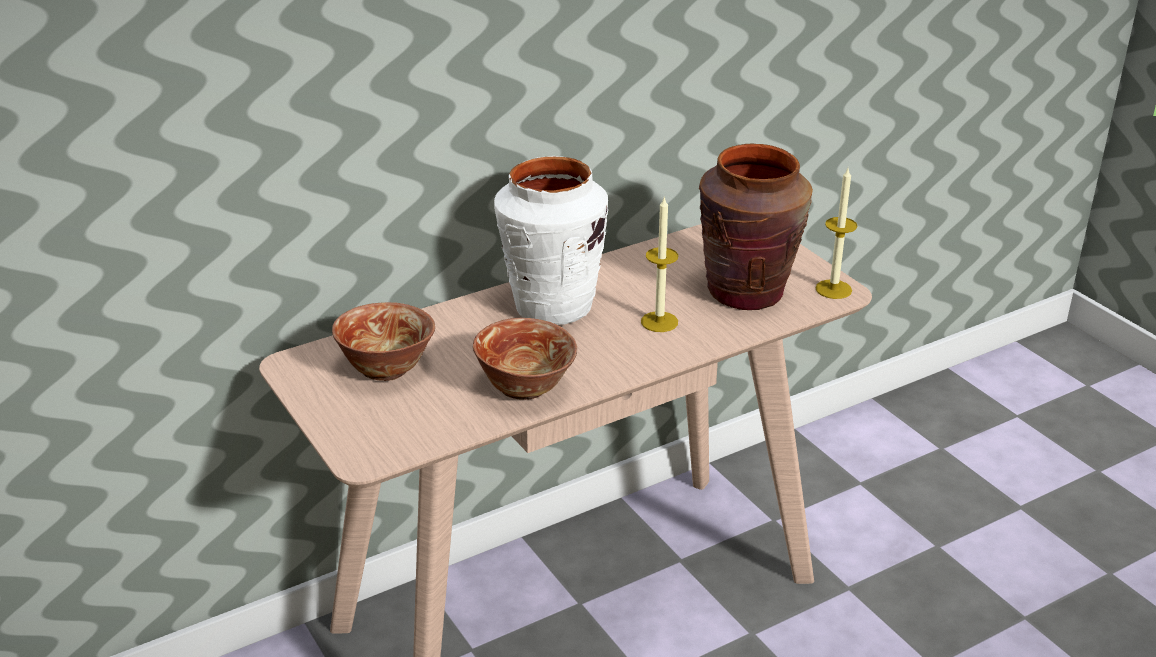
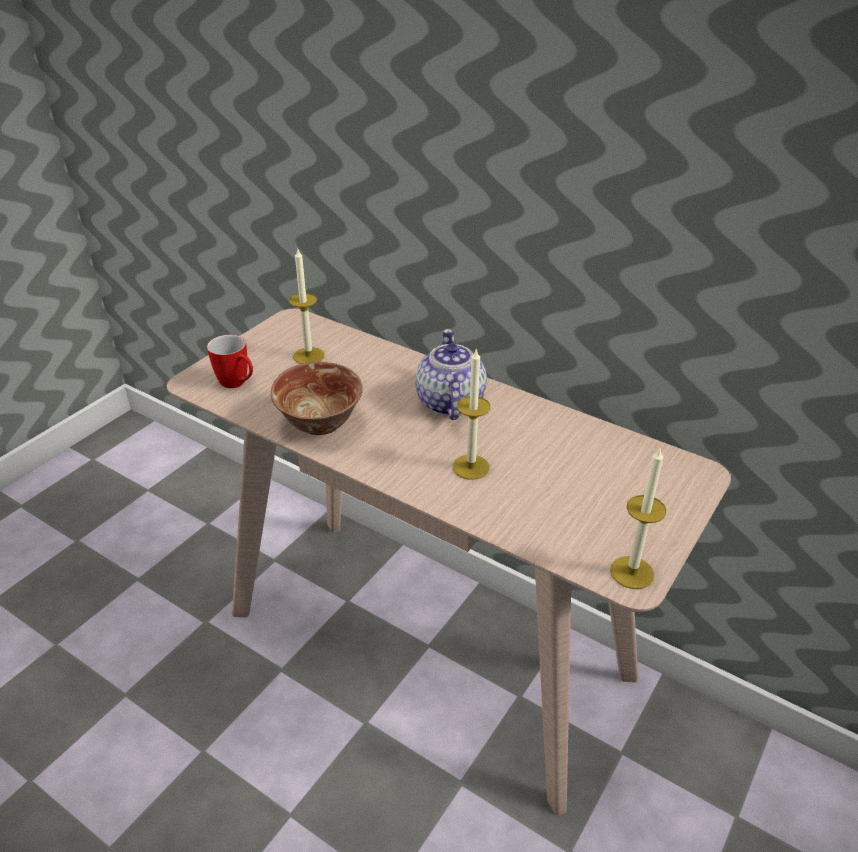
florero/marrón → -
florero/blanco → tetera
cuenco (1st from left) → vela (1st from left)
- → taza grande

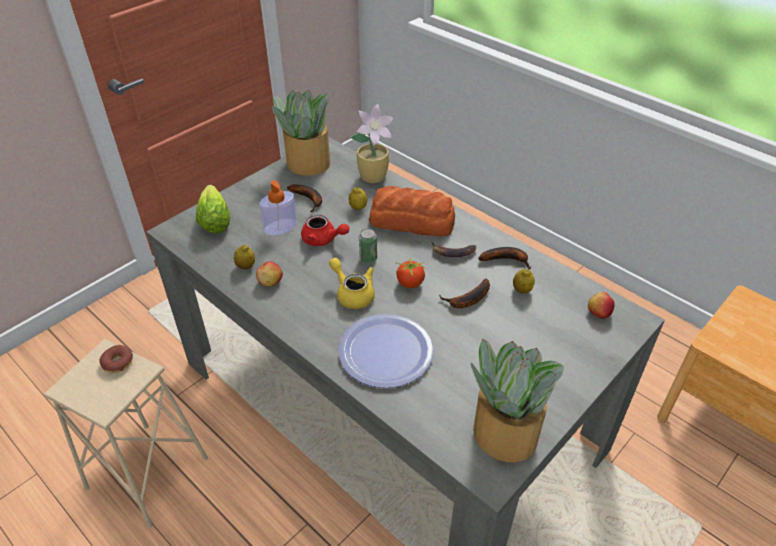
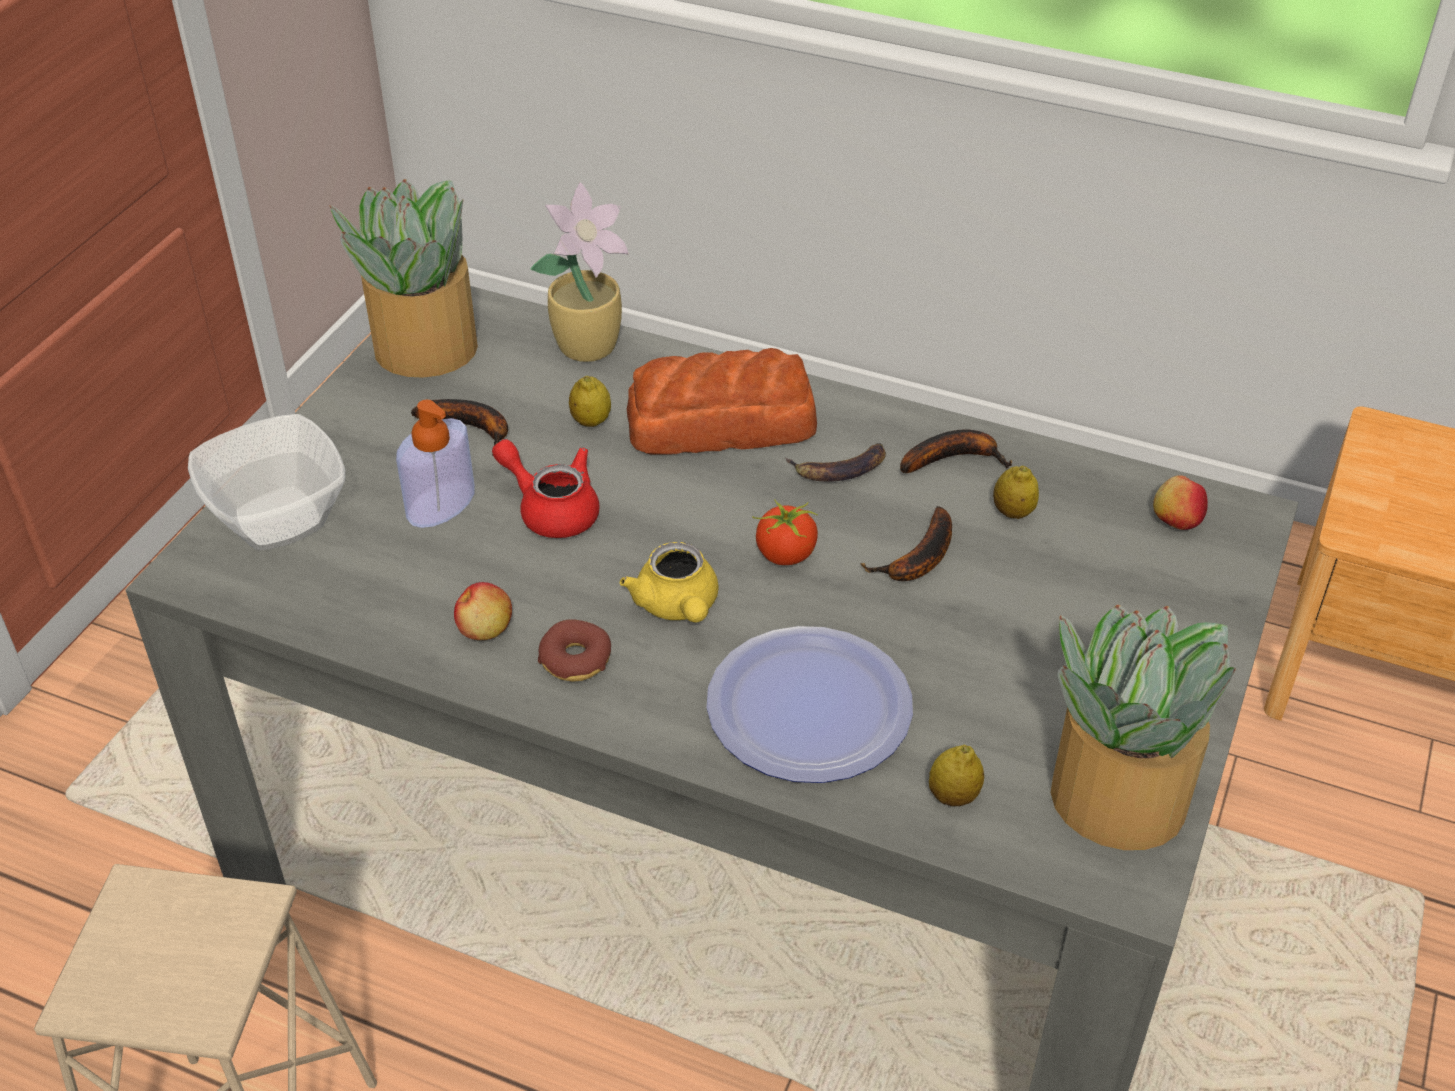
lechuga → cuenco
tetera/rojo, 150 degrees counterclockwise
lata → -
limón (1st from left in the first image) → limón (2nd from left), moved
tetera/amarillo, 135 degrees counterclockwise
rosquilla, moved

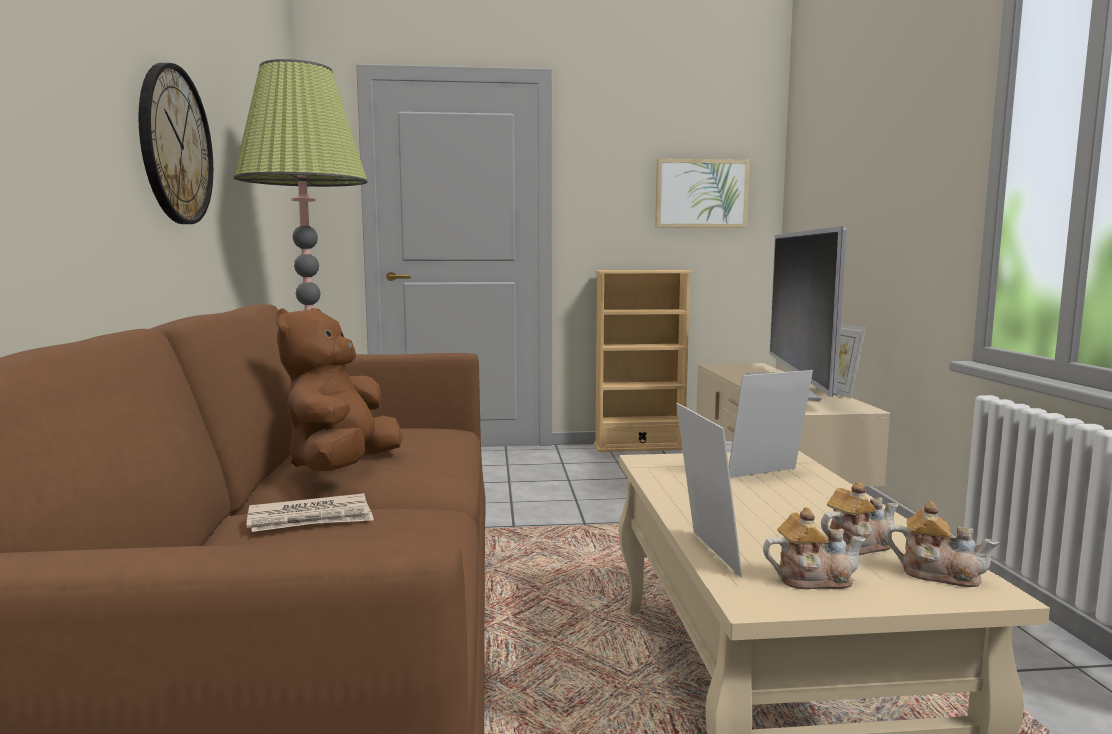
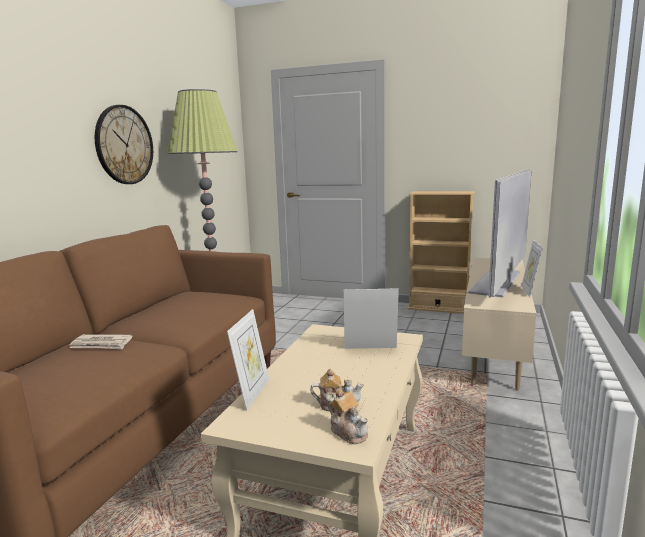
cuadro → -
peluche/marrón → -
tetera (1st from left) → -

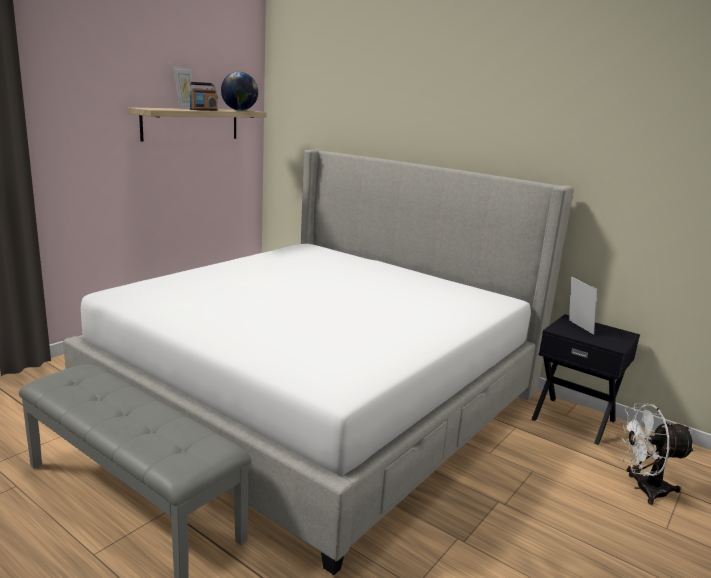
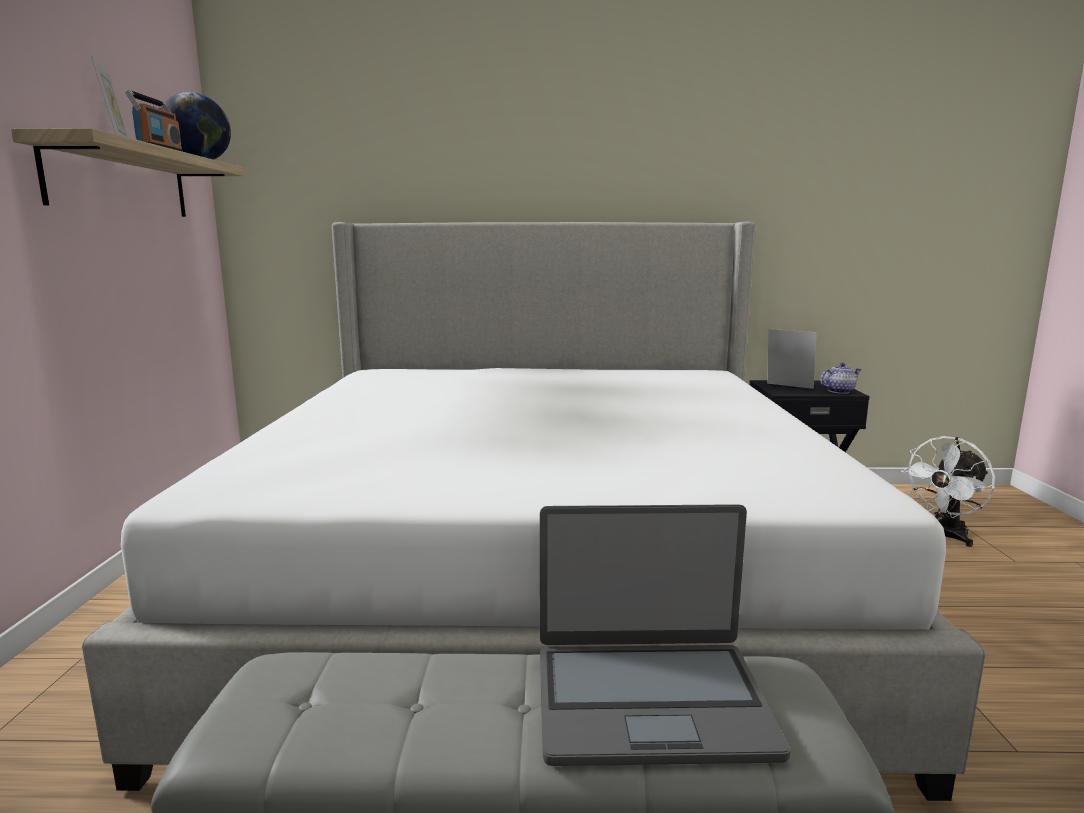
- → tetera
- → portátil

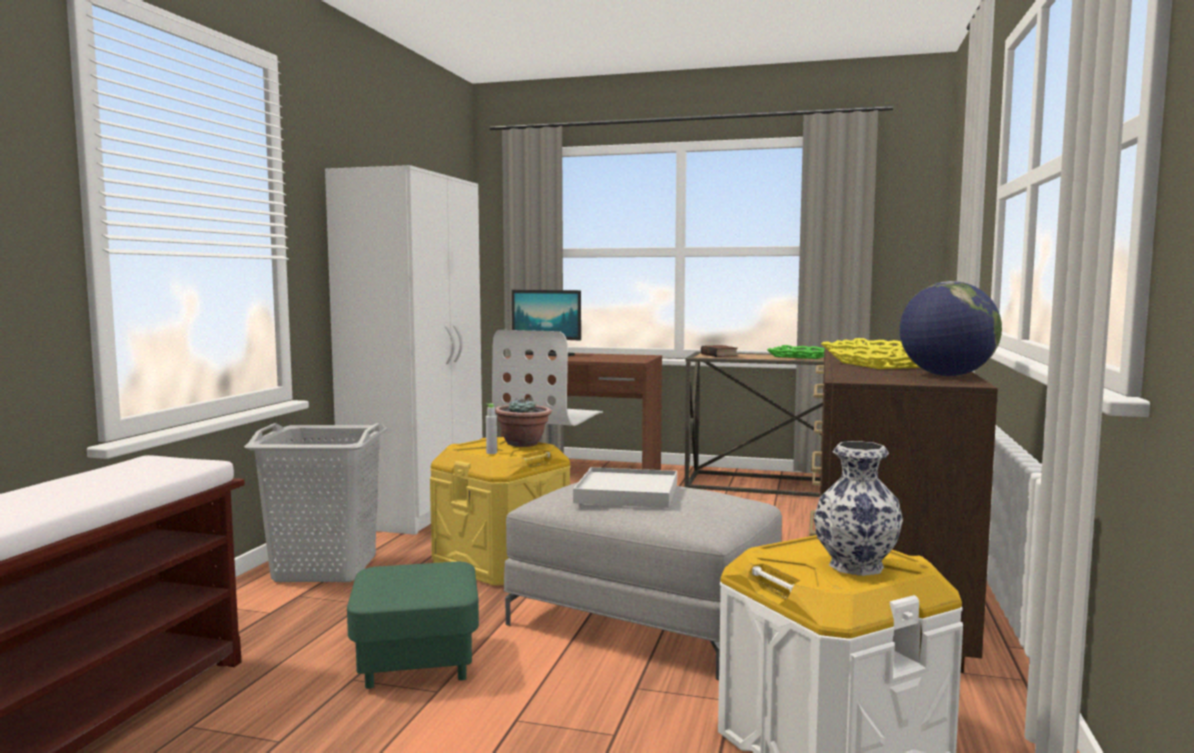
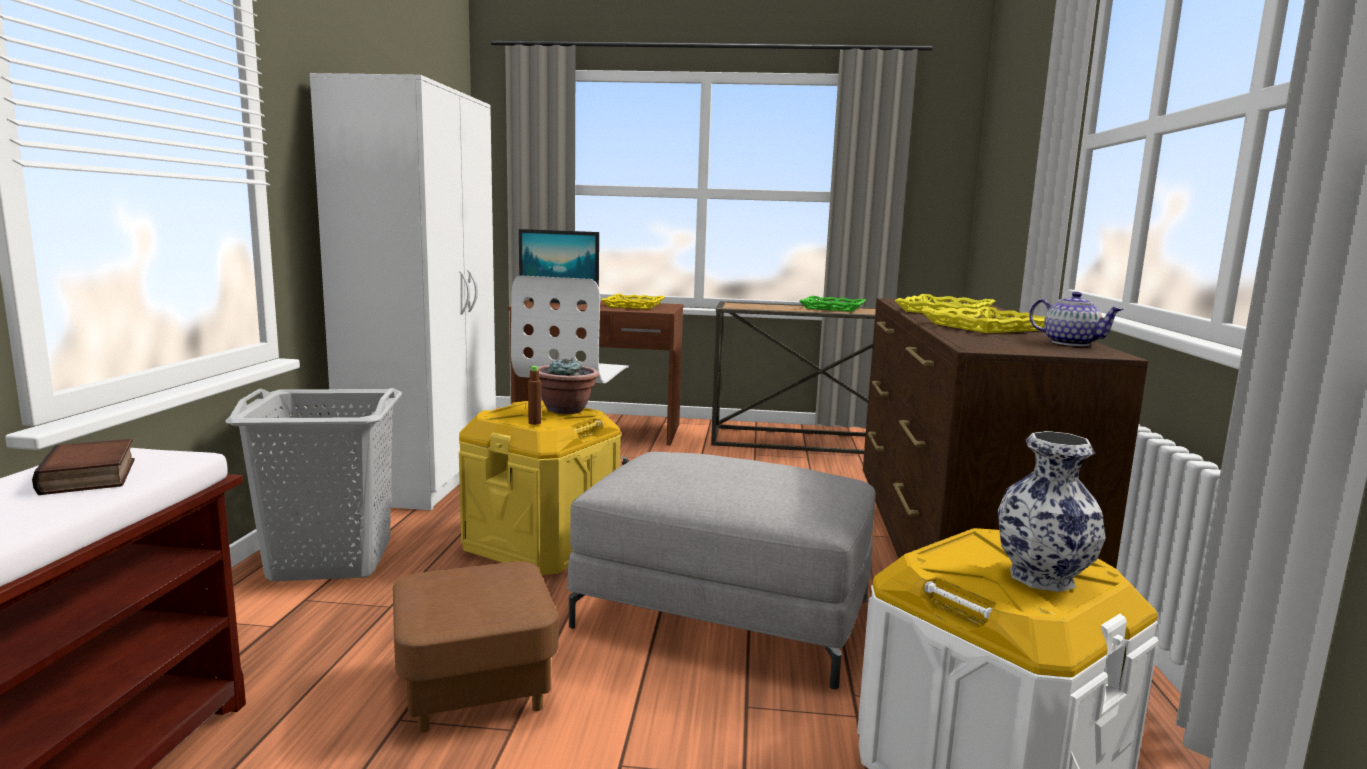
globo terráqueo → tetera
libro, moved
botella/gris → botella/marrón
bandeja/blanco → -
puf/verde → puf/marrón
- → bandeja/amarillo (1st from left)

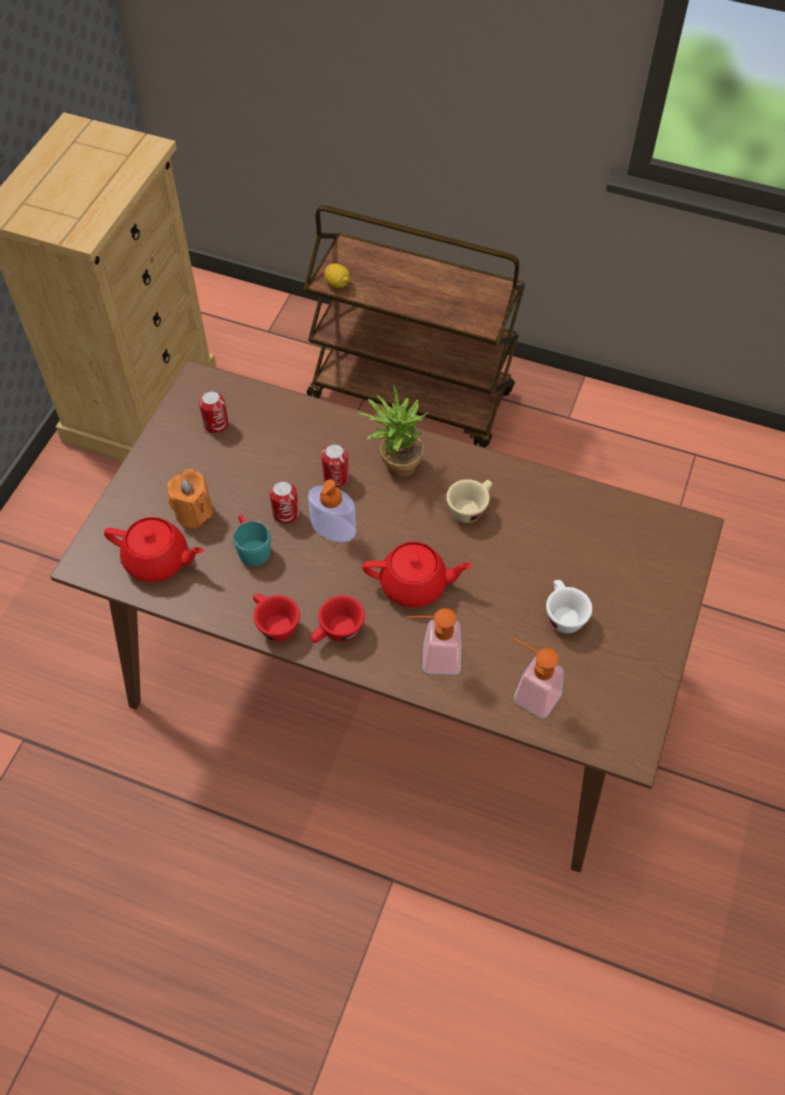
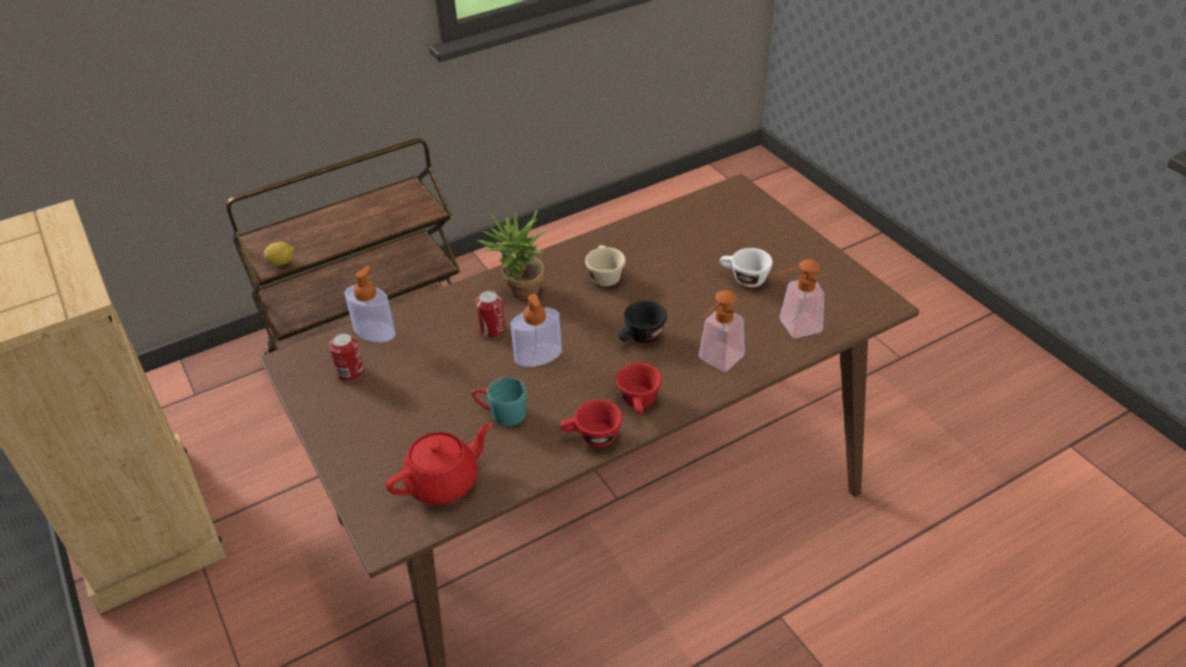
vela/naranja → -
lata (2nd from left) → -
tetera/rojo (2nd from left) → taza/negro
- → dispensador de jabón (1st from left)

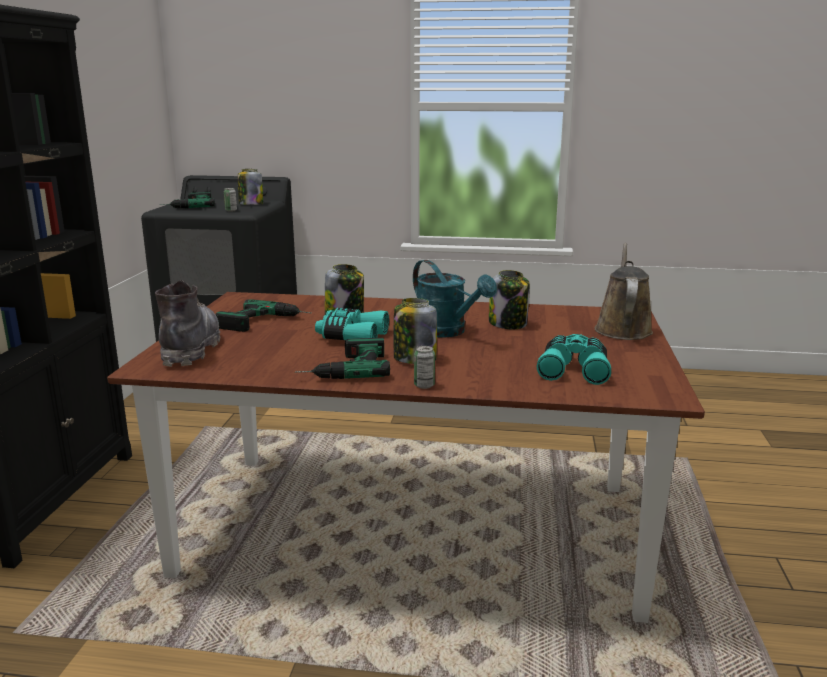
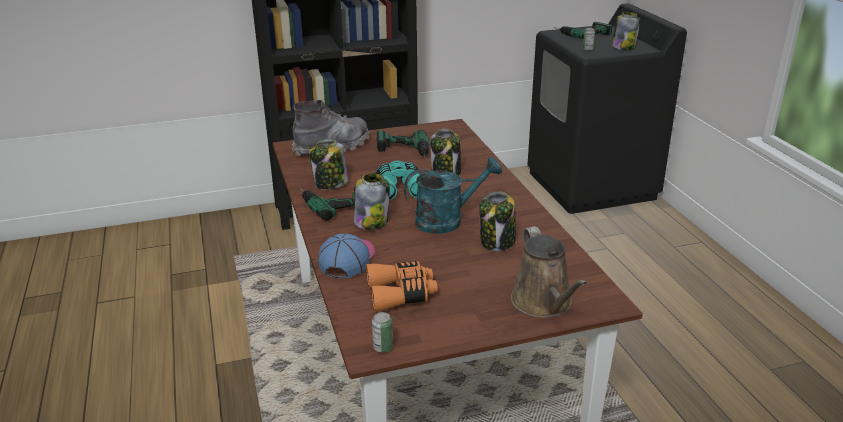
regadera/marrón, 90 degrees clockwise
regadera/turquesa, 135 degrees counterclockwise
prismáticos/turquesa (2nd from left) → prismáticos/naranja
lata (2nd from left in the first image) → lata (1st from left), moved
- → tarro (1st from left)
- → gorra

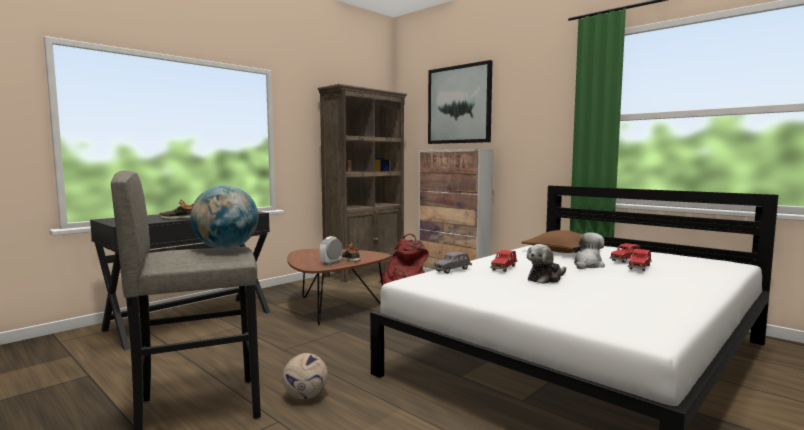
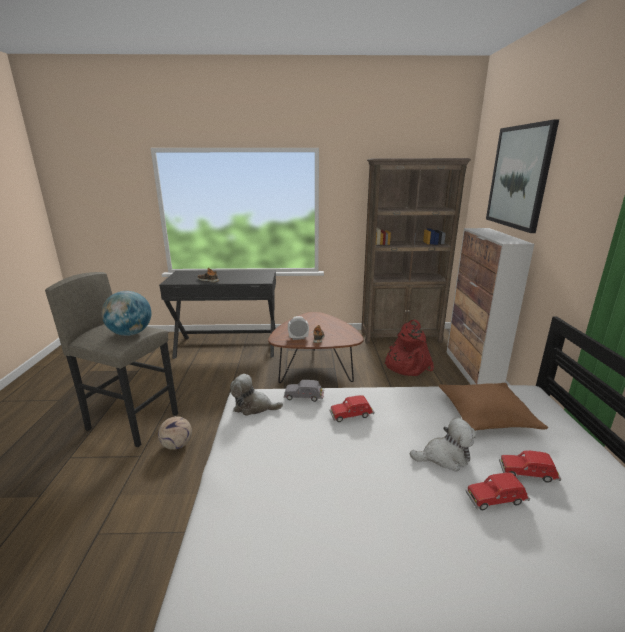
peluche (1st from left), moved

